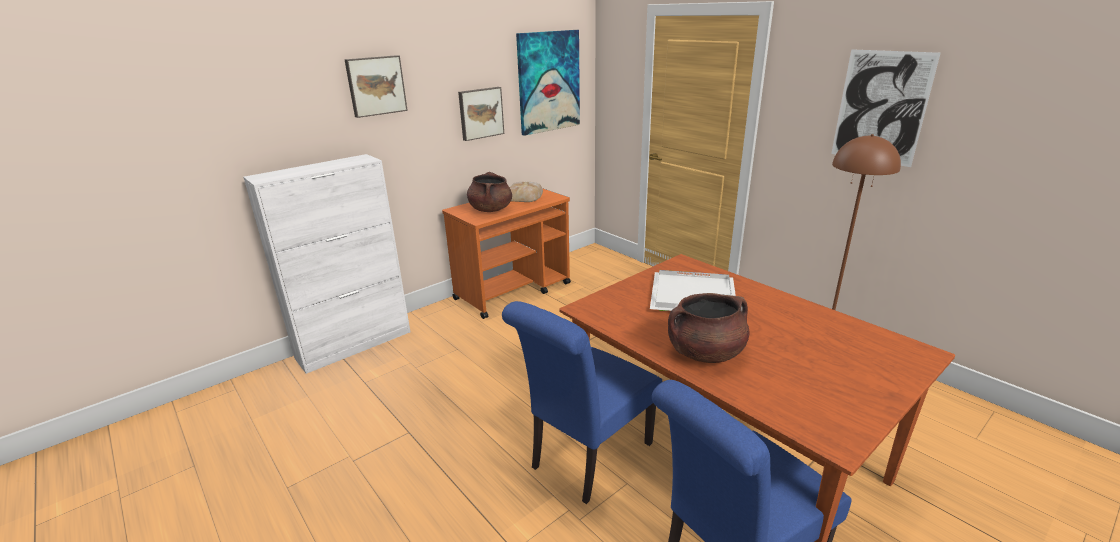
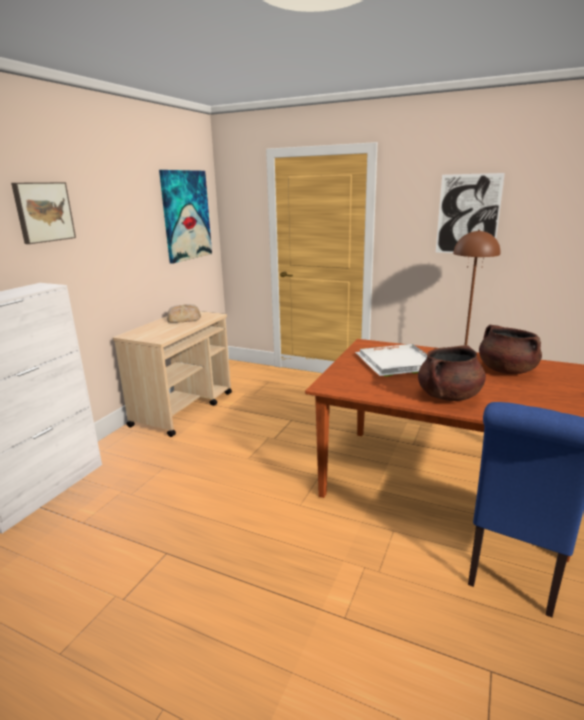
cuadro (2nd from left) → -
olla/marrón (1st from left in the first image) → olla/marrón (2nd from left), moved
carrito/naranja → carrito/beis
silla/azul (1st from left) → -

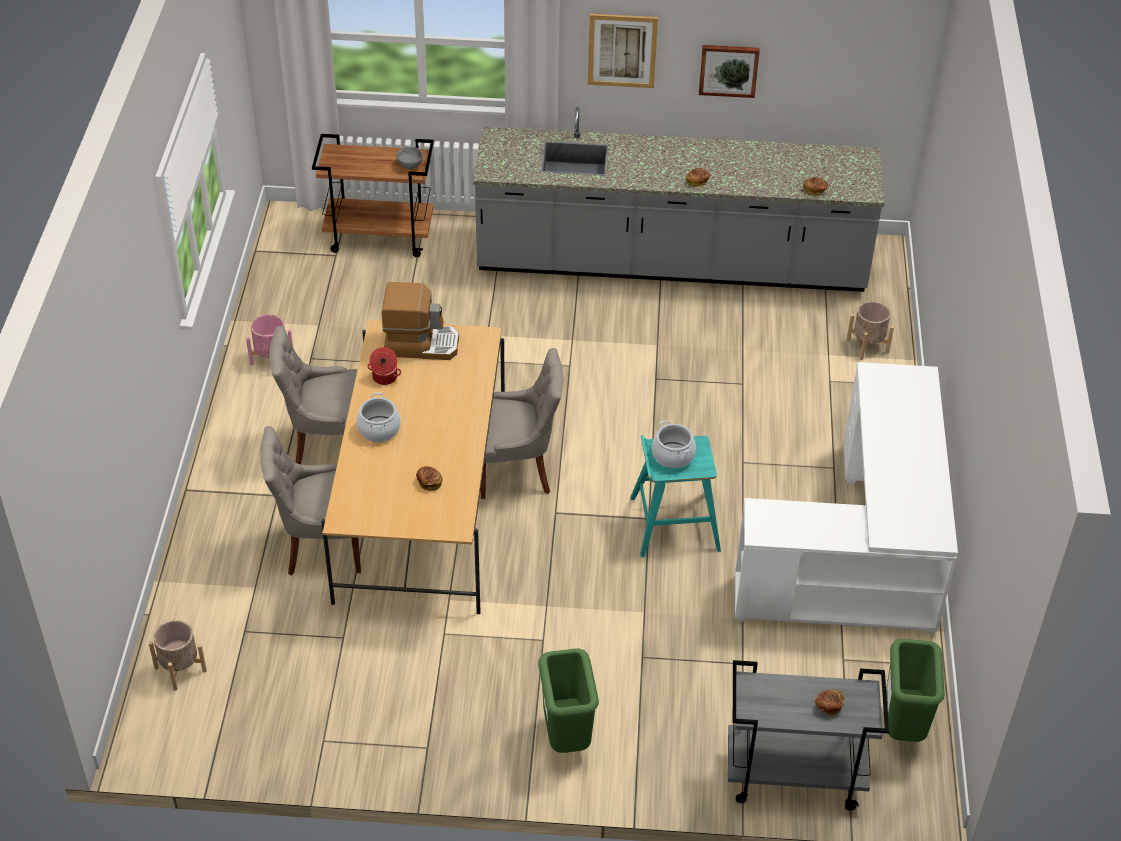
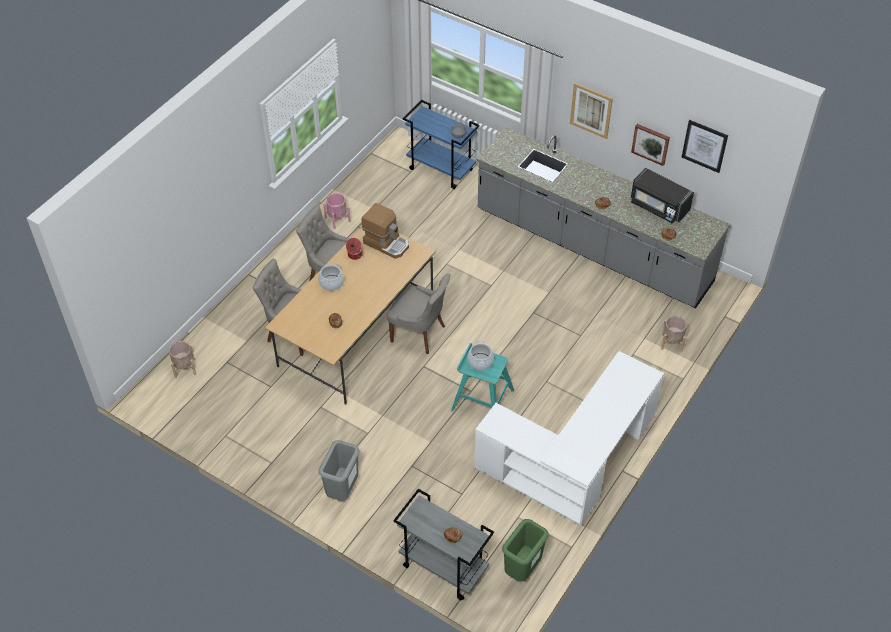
carrito/marrón → carrito/azul
papelera/verde (1st from left) → papelera/gris
- → cuadro (3rd from left)
- → microondas/negro

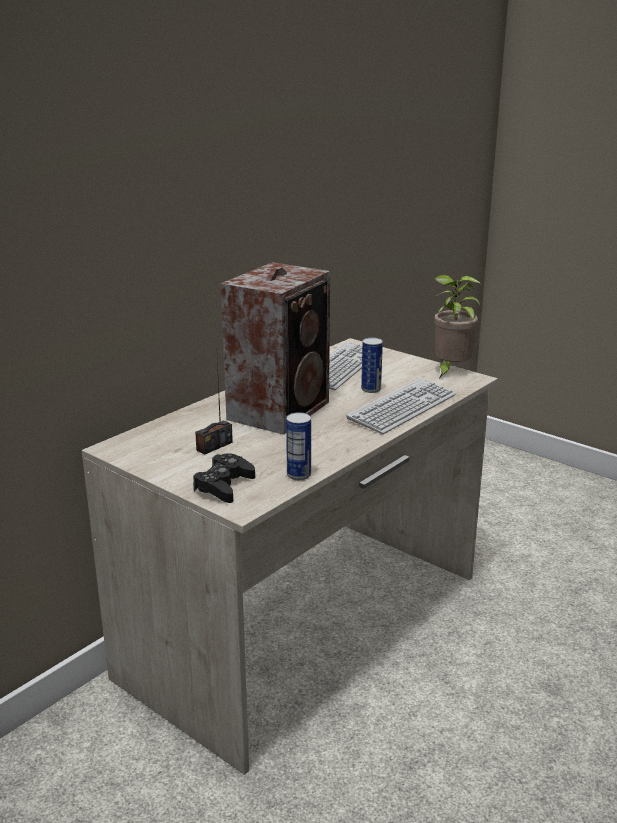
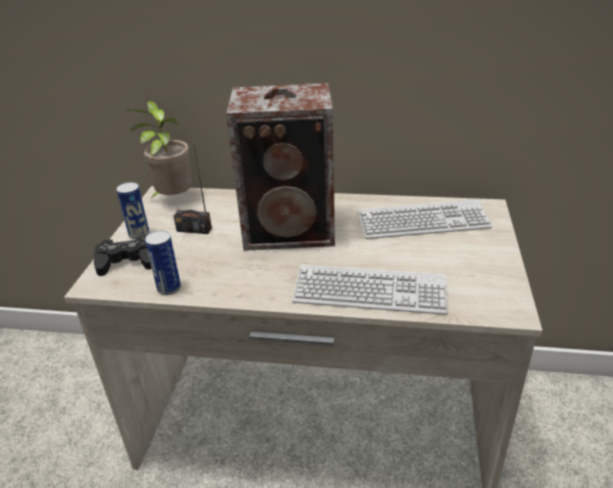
planta en maceta, moved
lata (2nd from left in the first image) → lata (1st from left), moved

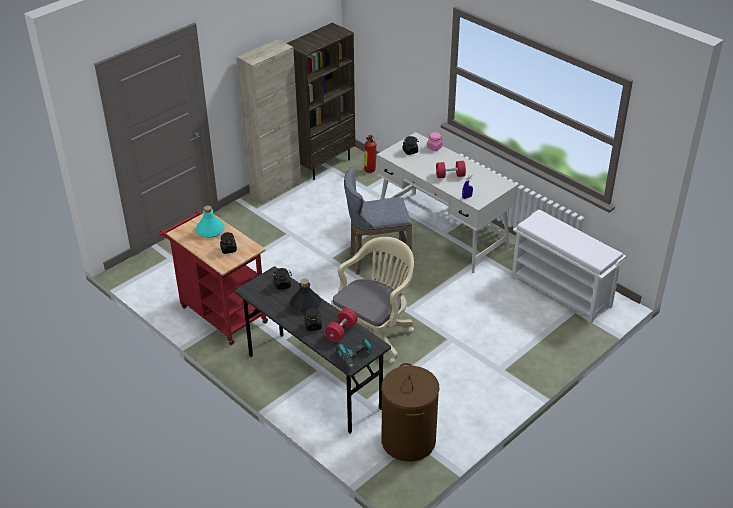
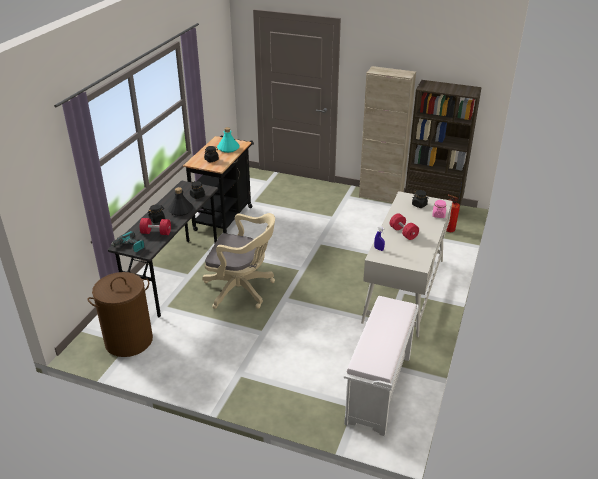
taburete/gris → -
carrito/rojo → carrito/negro

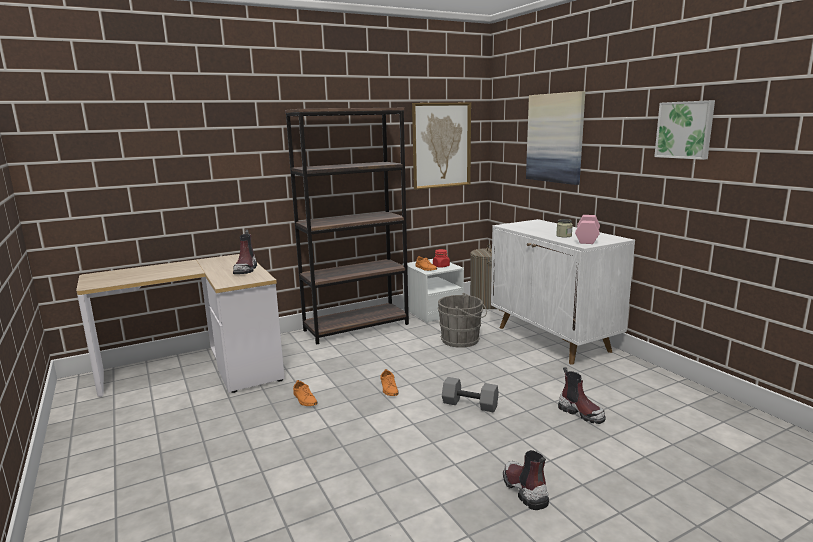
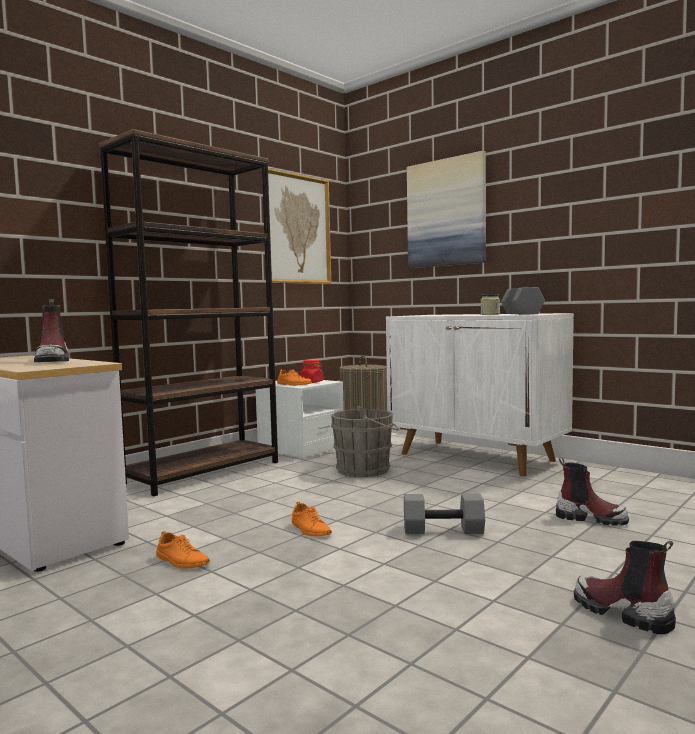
cuadro (3rd from left) → -
mancuerna/rosa → mancuerna/gris (2nd from left)

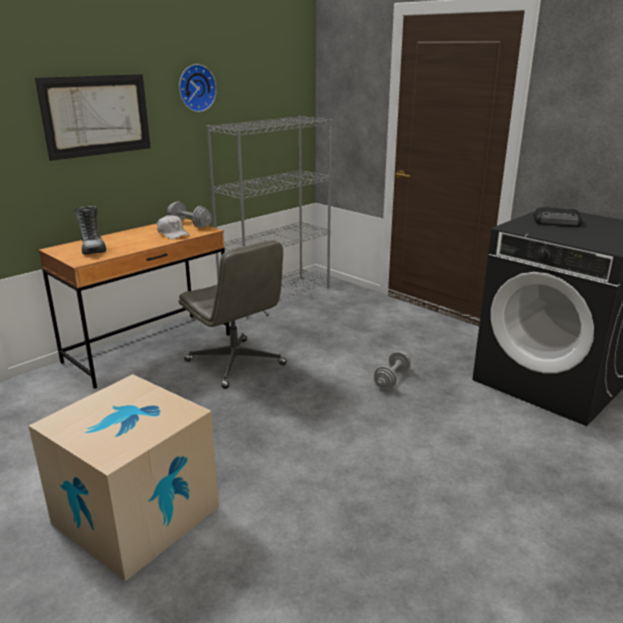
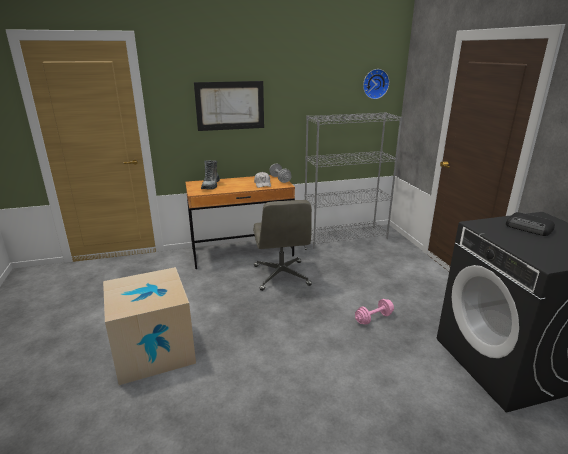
reloj de pared, moved
mancuerna/gris (2nd from left) → mancuerna/rosa

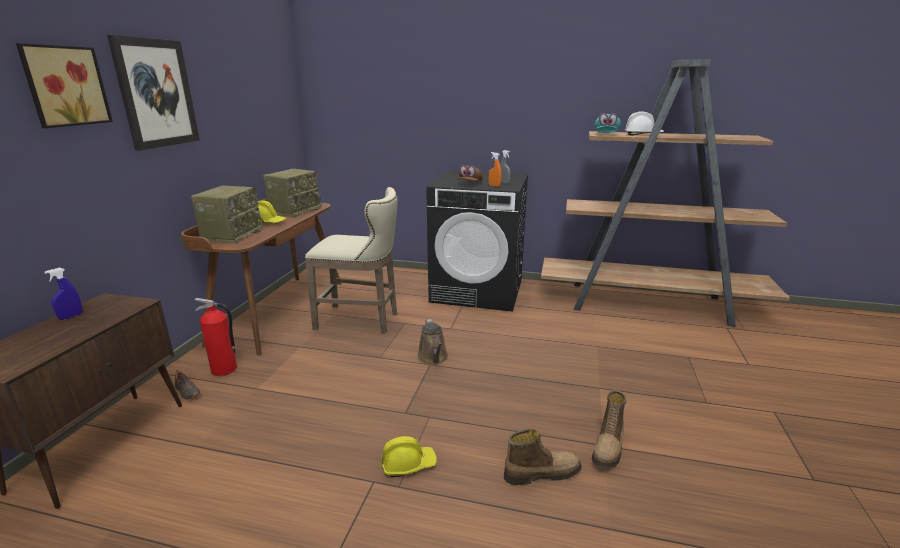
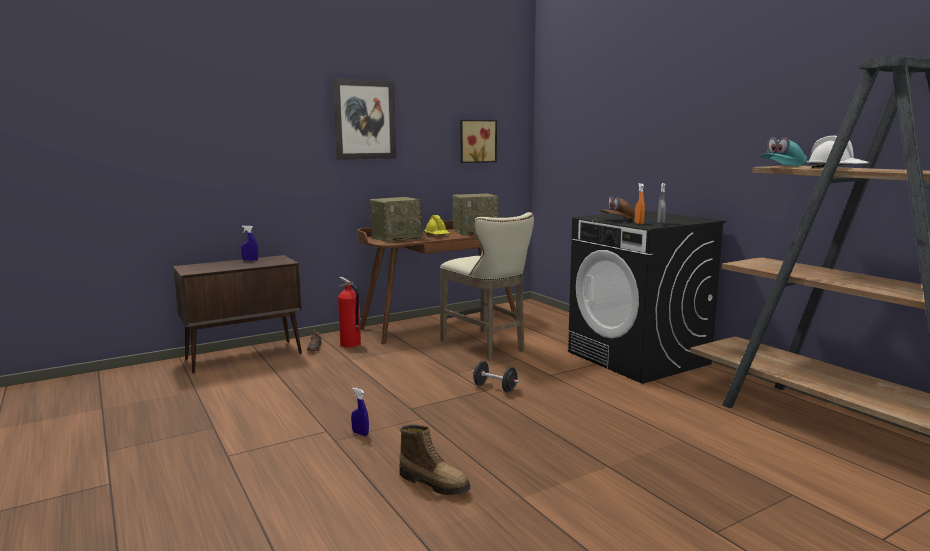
cuadro (1st from left in the first image) → cuadro (2nd from left), moved
regadera/marrón → mancuerna/negro
bota (2nd from left) → -
casco/amarillo (2nd from left) → pulverizador/azul (2nd from left)

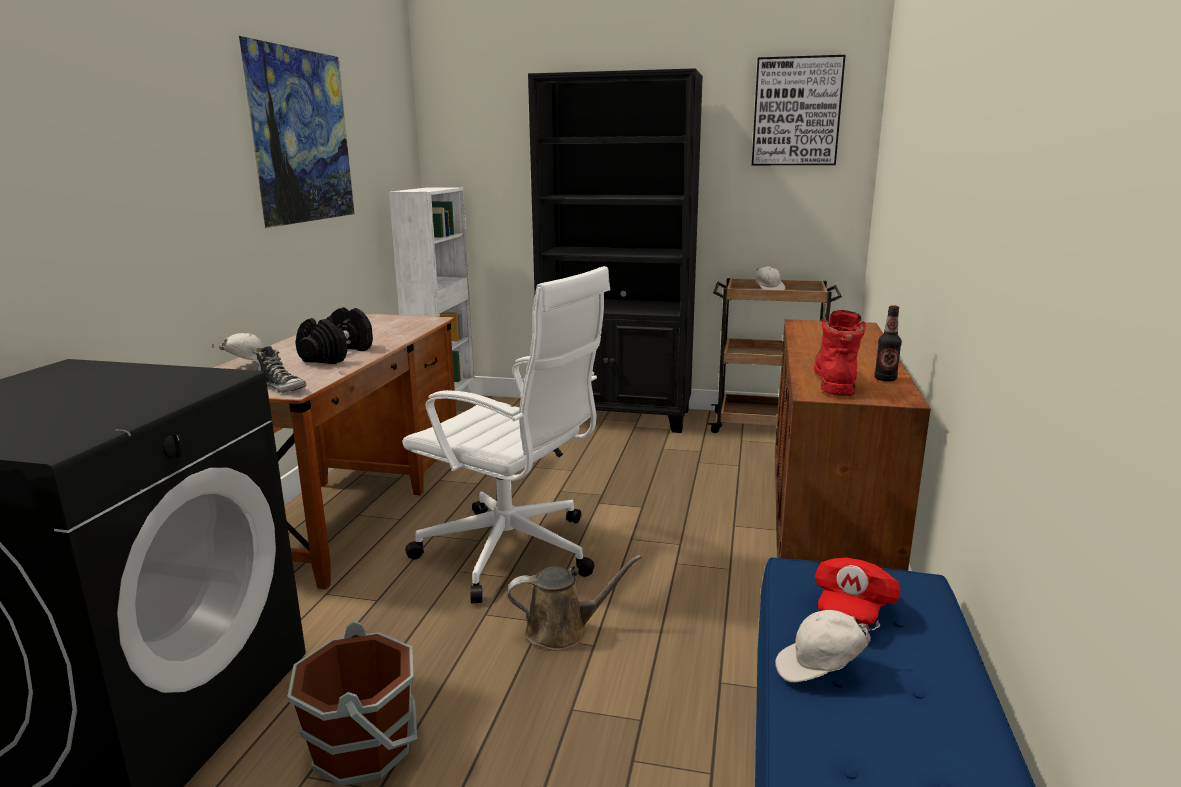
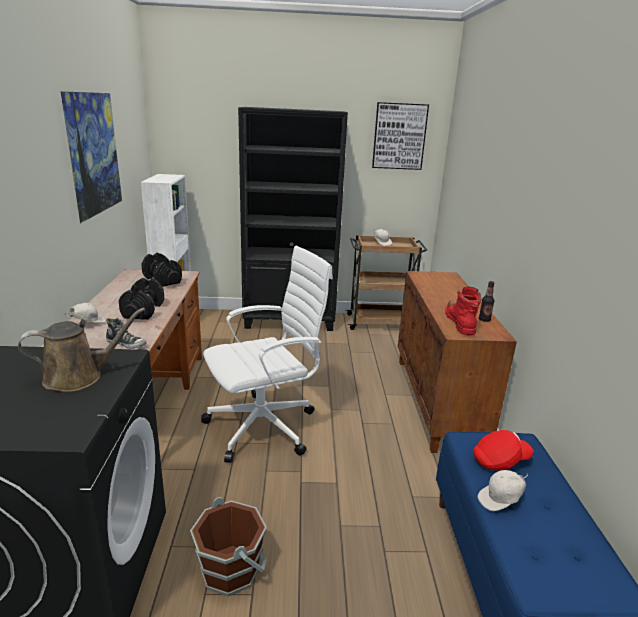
silla de oficina/blanco, 45 degrees counterclockwise
regadera/marrón, moved
gorra/rojo, 120 degrees counterclockwise
- → mancuerna/negro (2nd from left)

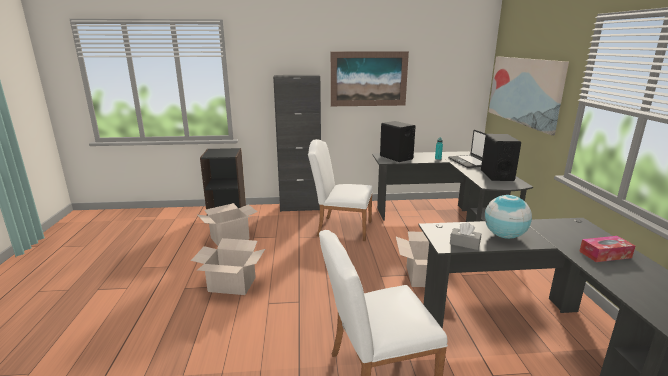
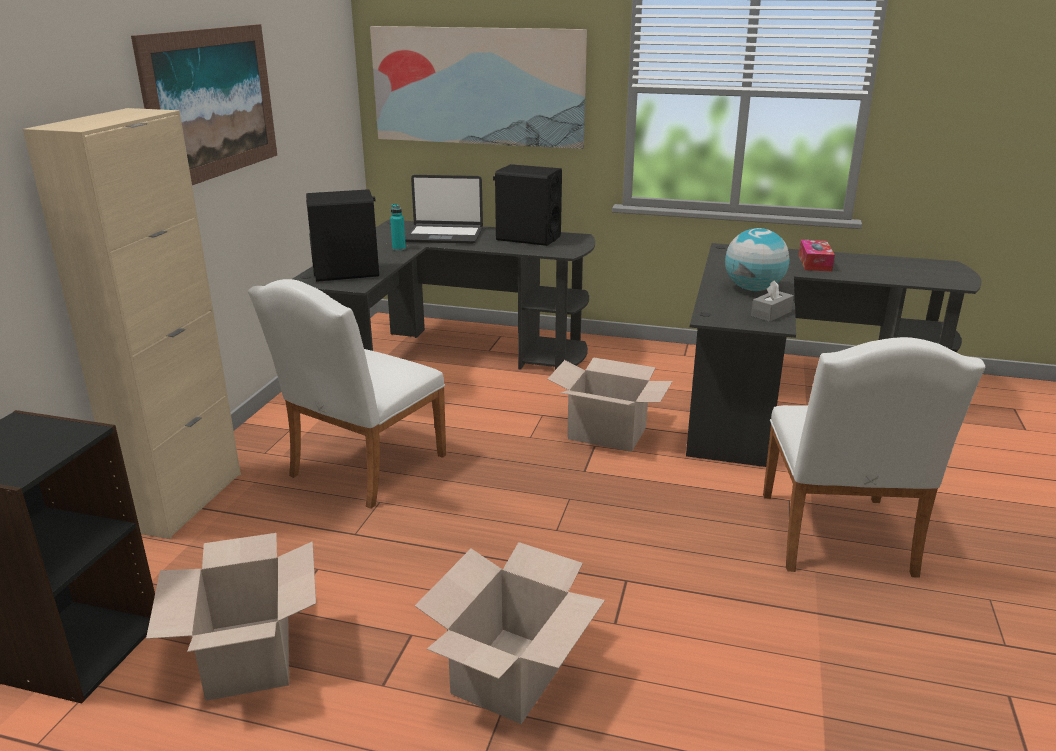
armario/negro → armario/beis

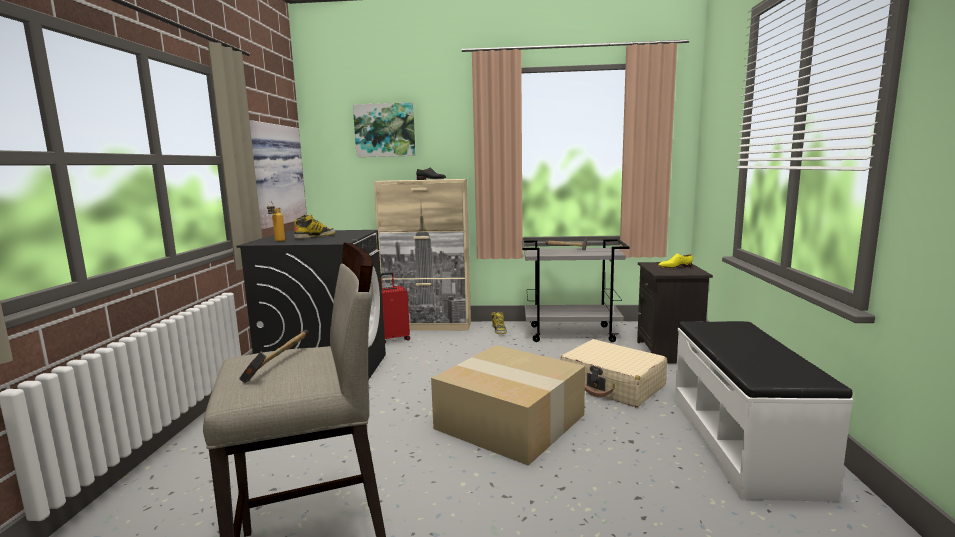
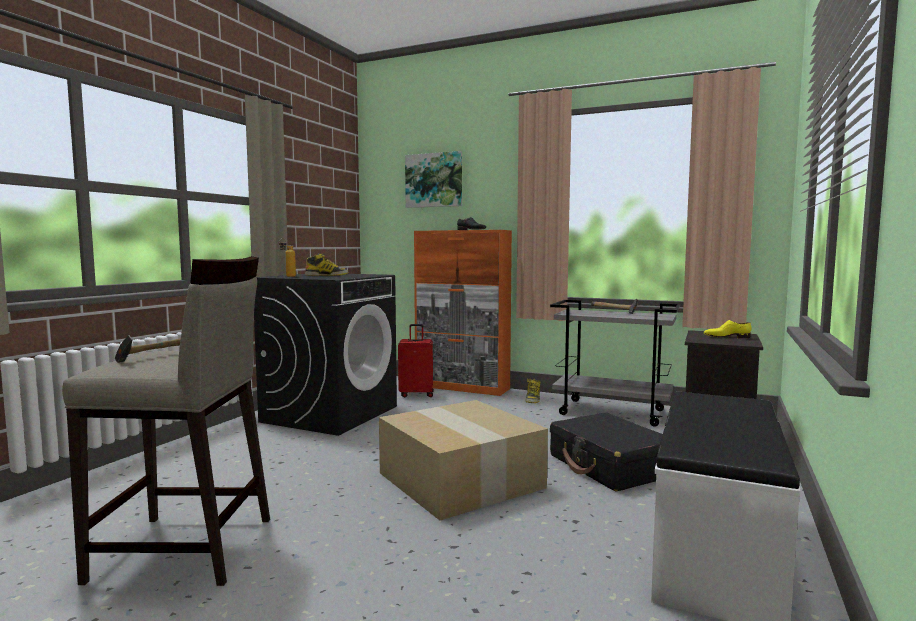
cuadro (1st from left) → -
armario/beis → armario/naranja
maleta/beis → maleta/negro

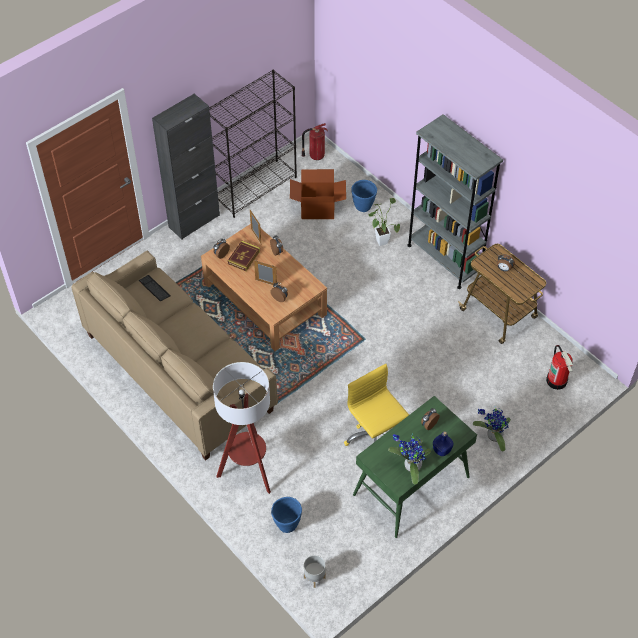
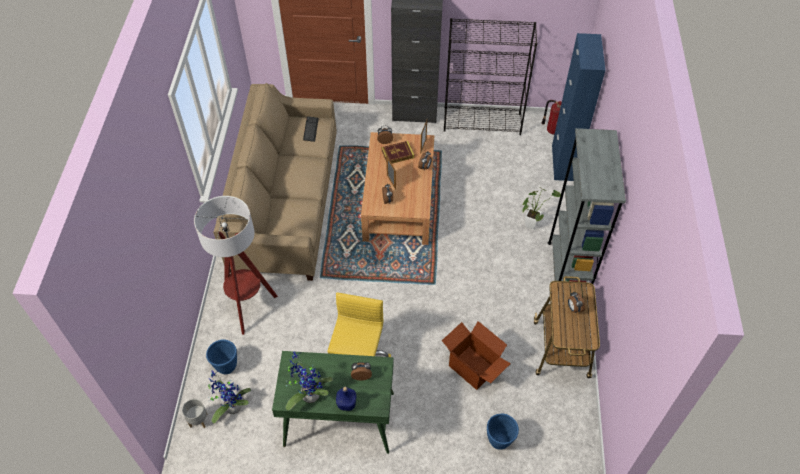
caja de cartón, moved
maceta/azul (2nd from left), moved
extintor (2nd from left) → -
planta en maceta (3rd from left in the first image) → planta en maceta (1st from left), moved
- → armario/azul

